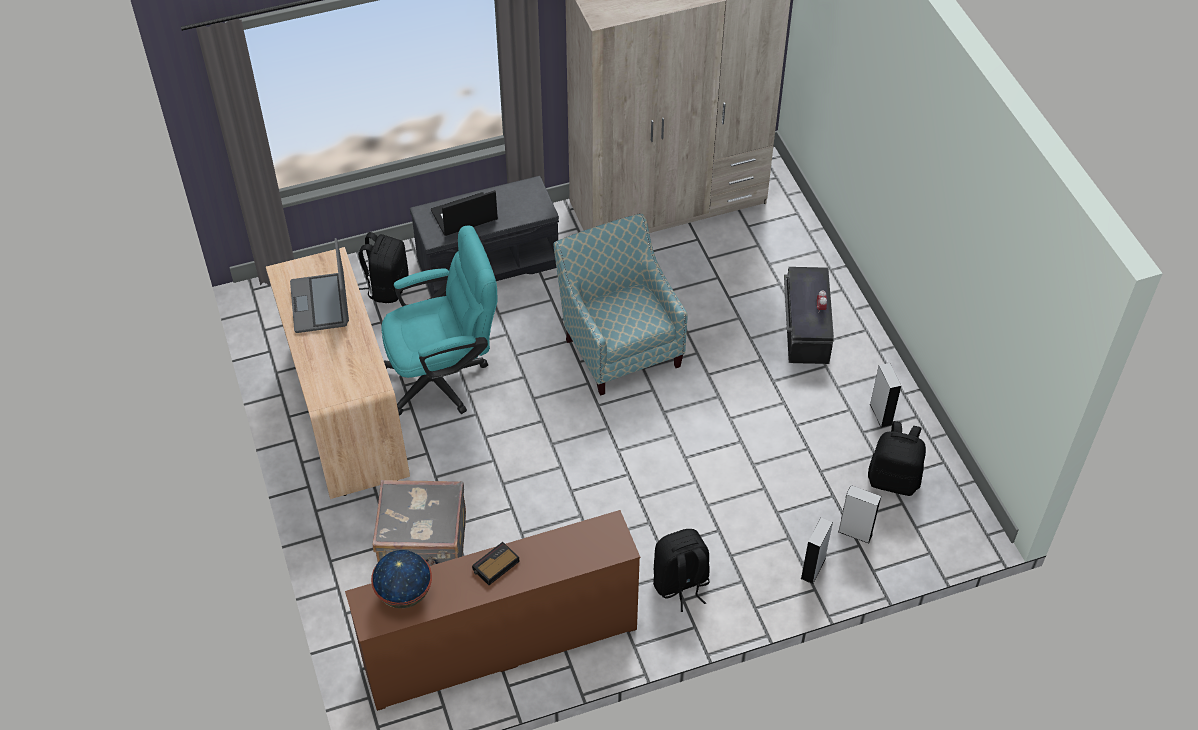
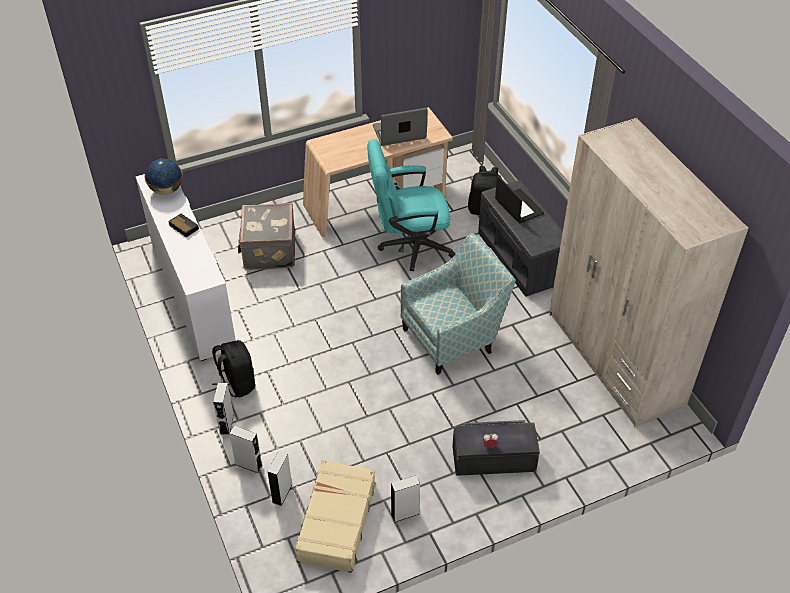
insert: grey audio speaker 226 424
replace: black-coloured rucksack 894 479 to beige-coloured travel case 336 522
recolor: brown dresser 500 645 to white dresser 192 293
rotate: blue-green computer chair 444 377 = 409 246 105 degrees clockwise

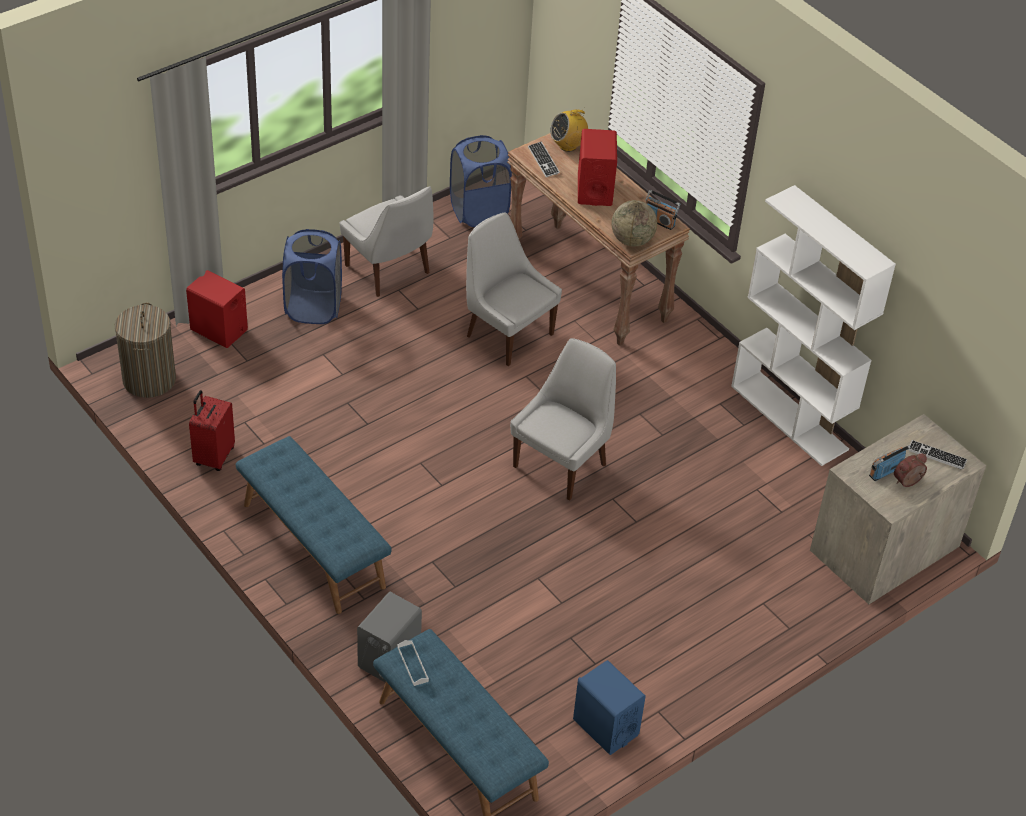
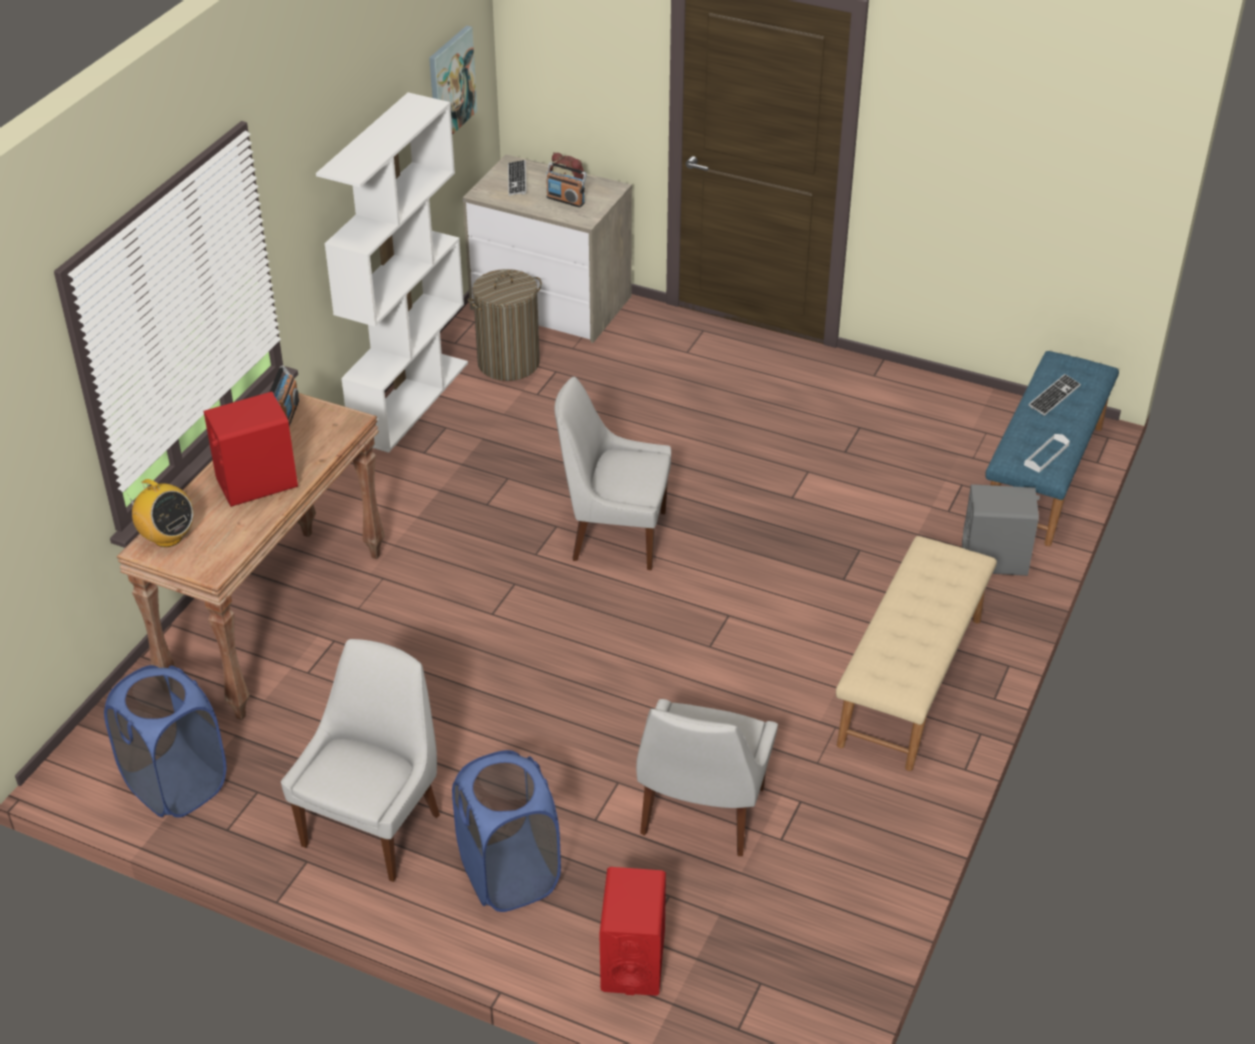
delete: world globe 632 240; red-coloured travel case 213 456; blue-coloured audio speaker 605 727
insert: picture 451 84
move: keyboard 543 160 to 1054 396; white plain chair 507 333 to 701 815; hamper 149 379 to 508 363
recolor: blue-coloured long seat 312 545 to beige-coloured long seat 912 681

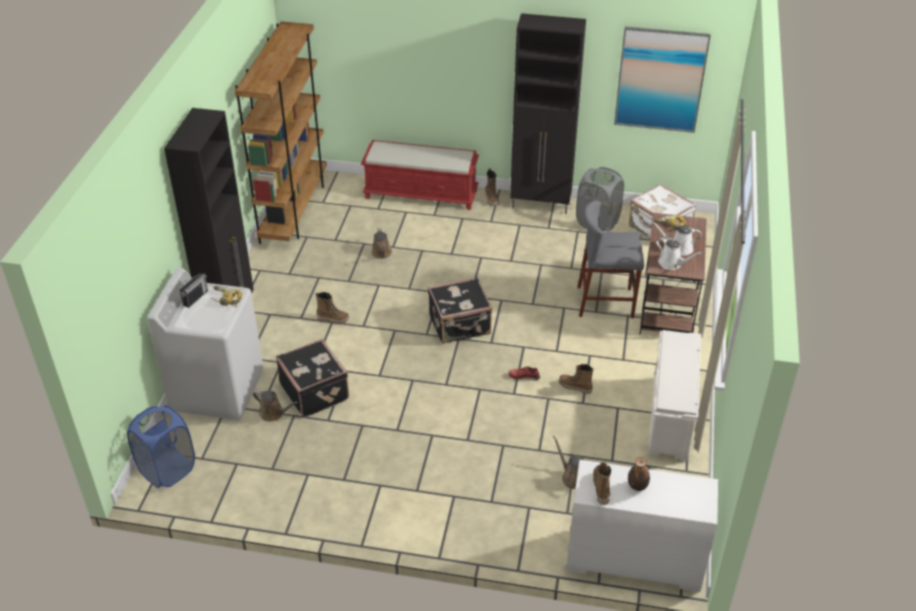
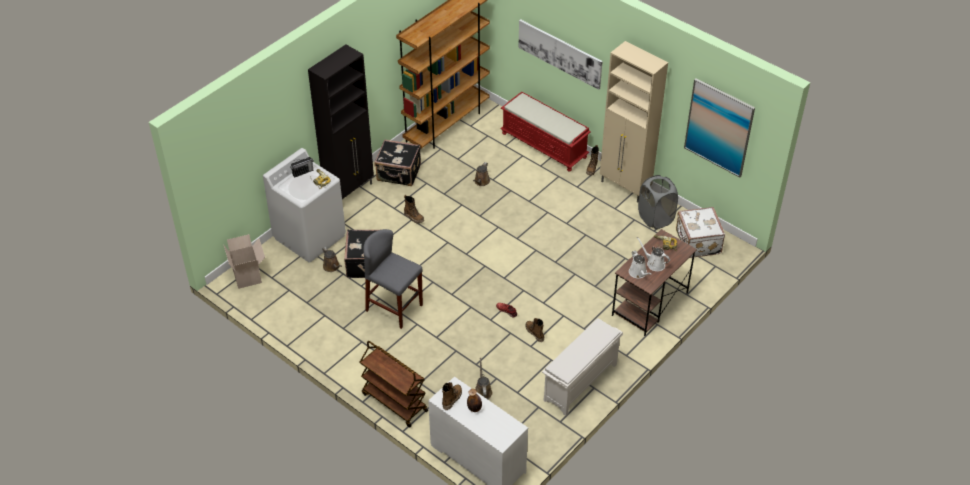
insert: picture 560 53; brown cart 394 402
move: grey stool seat 605 302 to 394 308; black-coloured travel case 460 325 to 399 173
replace: blue-coloured hamper 167 470 to packing box 248 276
recolor: black-coloured cupboard 541 204 to beige-coloured cupboard 625 187

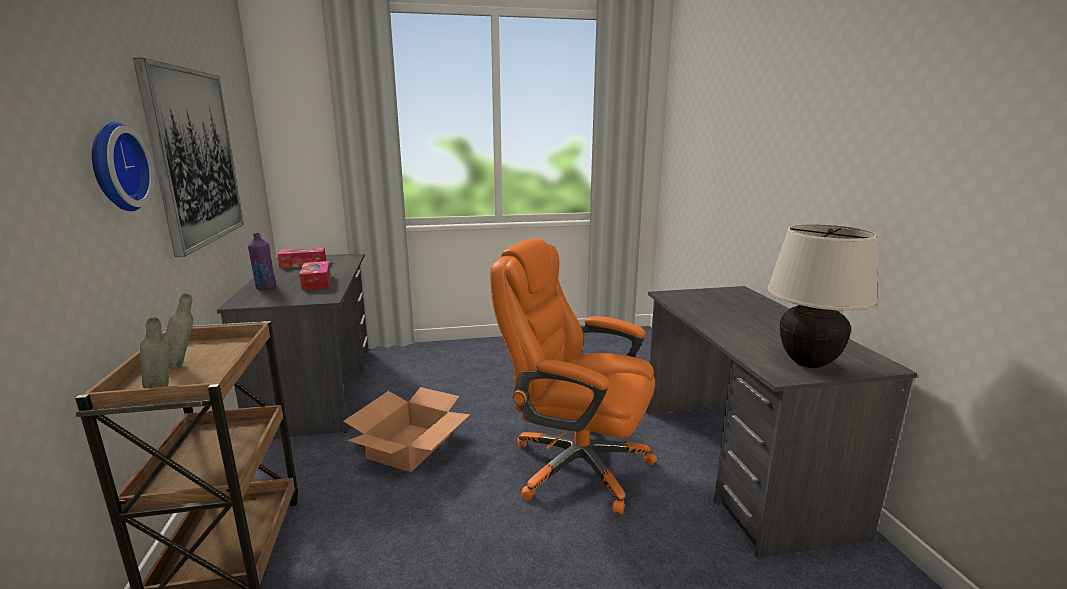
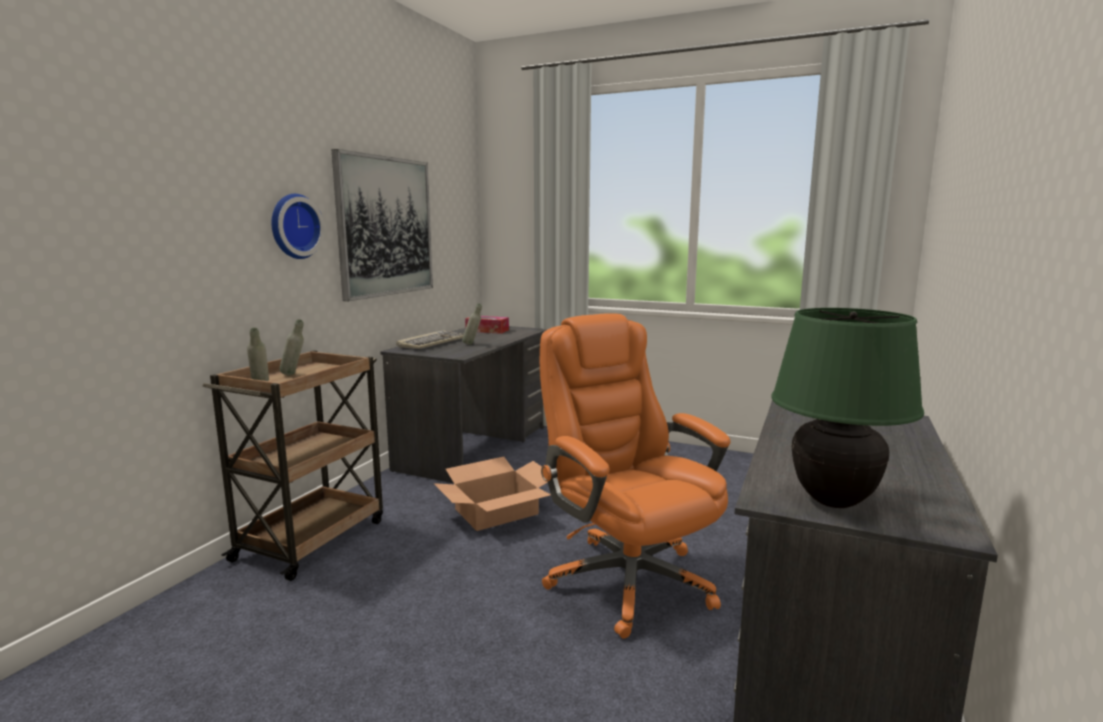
replace: purplish bottle 265 288 to keyboard 433 343; tissue box 316 282 to grey bottle 472 344
recolor: beige-coloured lamp for a table 807 363 to greenish lamp for a table 832 501

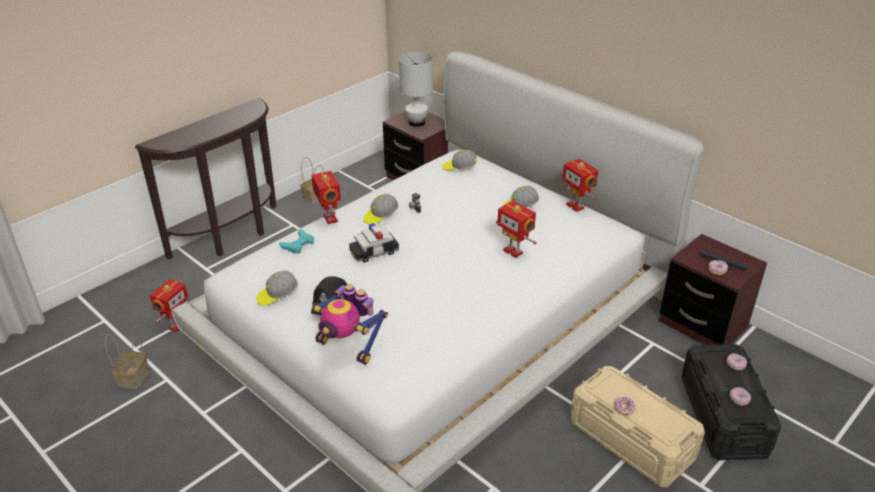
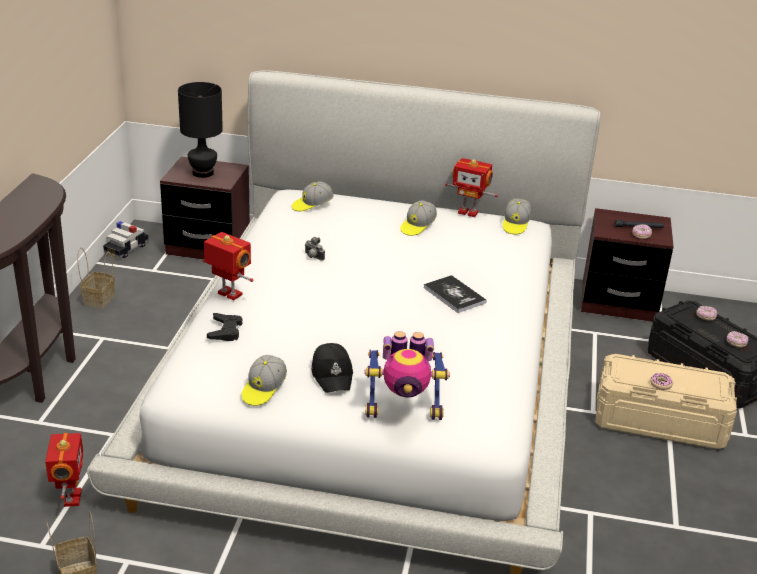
delete: toy robot 514 251
insert: bound book 454 295
move: cap 380 216 to 515 224; toy car 374 252 to 126 249
recolor: white lamp for a table 416 123 to black-coloured lamp for a table 202 173; blue-green gamepad 298 244 to black-coloured gamepad 225 331

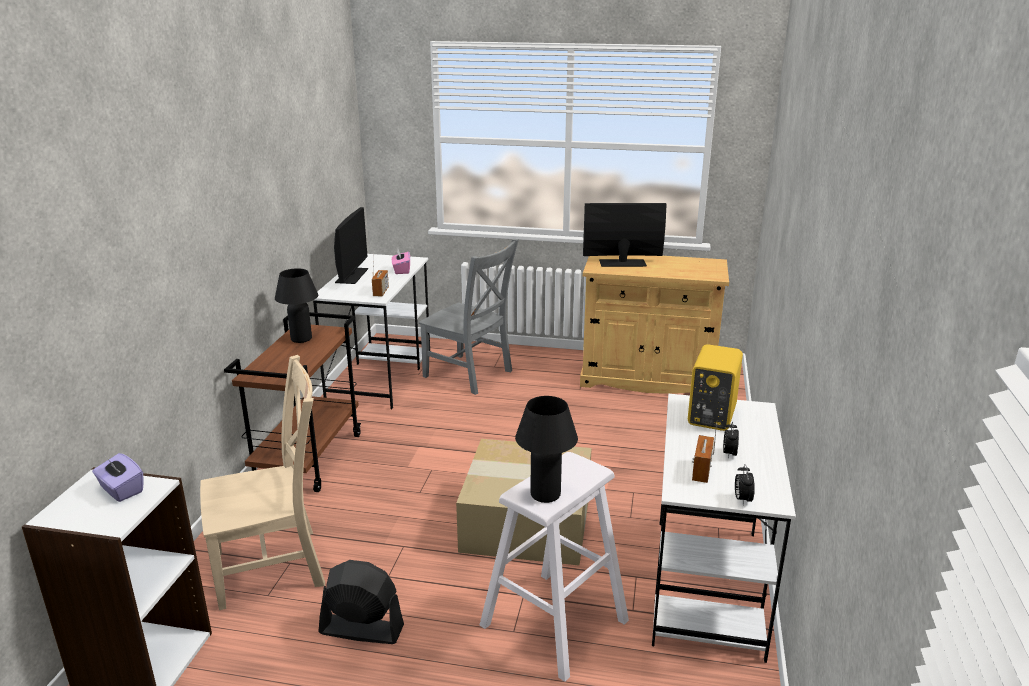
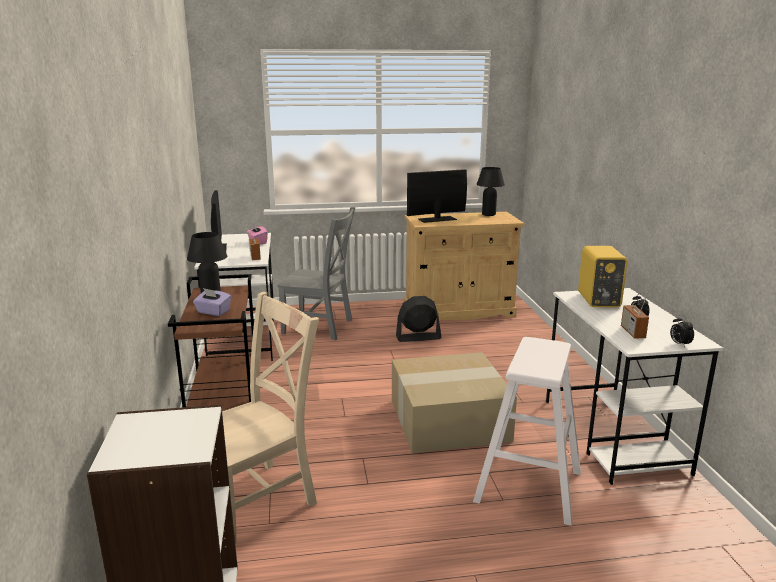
move: black-coloured lamp for a table 545 495 to 488 214; purplish tissue box 121 490 to 213 312; black-coloured electric fan 361 629 to 418 337

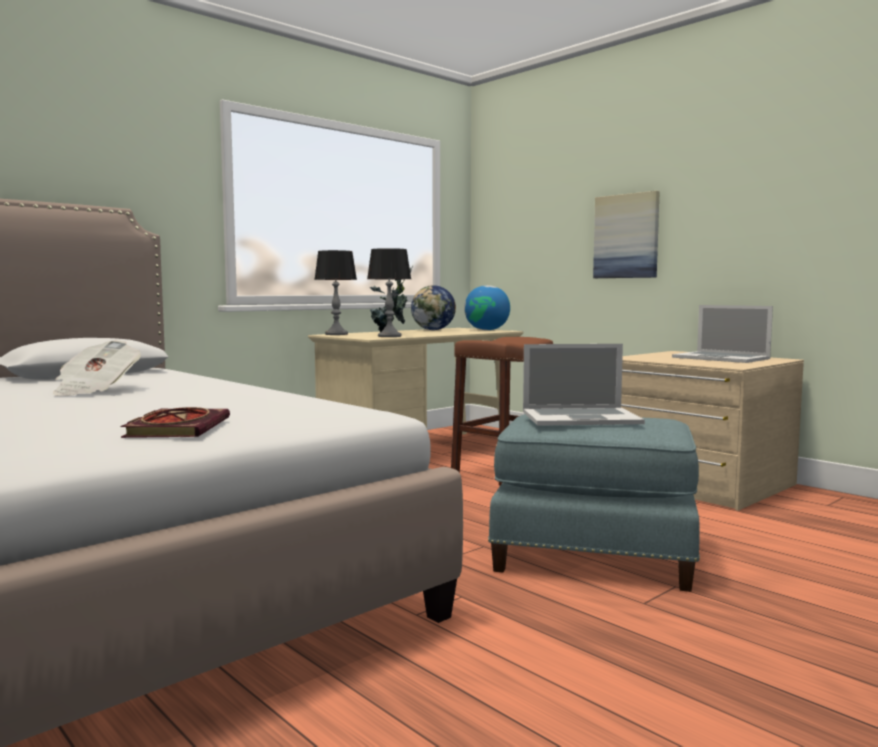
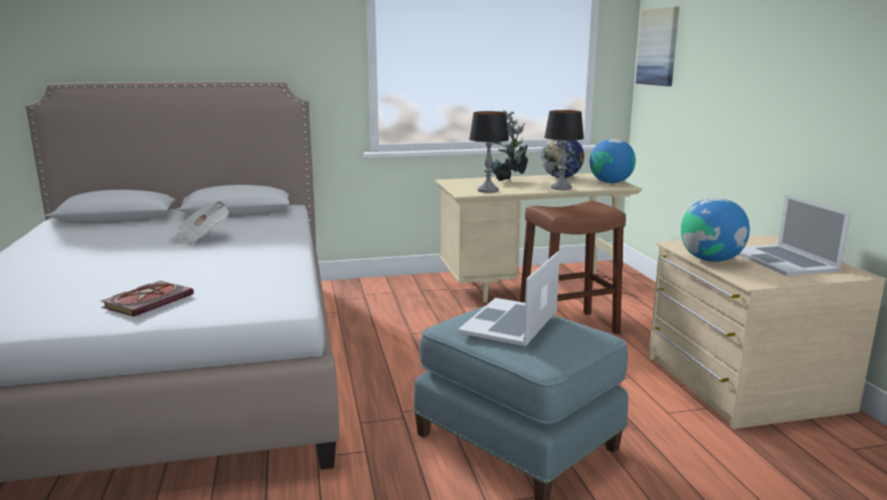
insert: world globe 710 260
move: picture 626 236 to 658 47; lamp for a table 336 334 to 561 188
rotate: portable computer 580 417 = 510 322 90 degrees clockwise

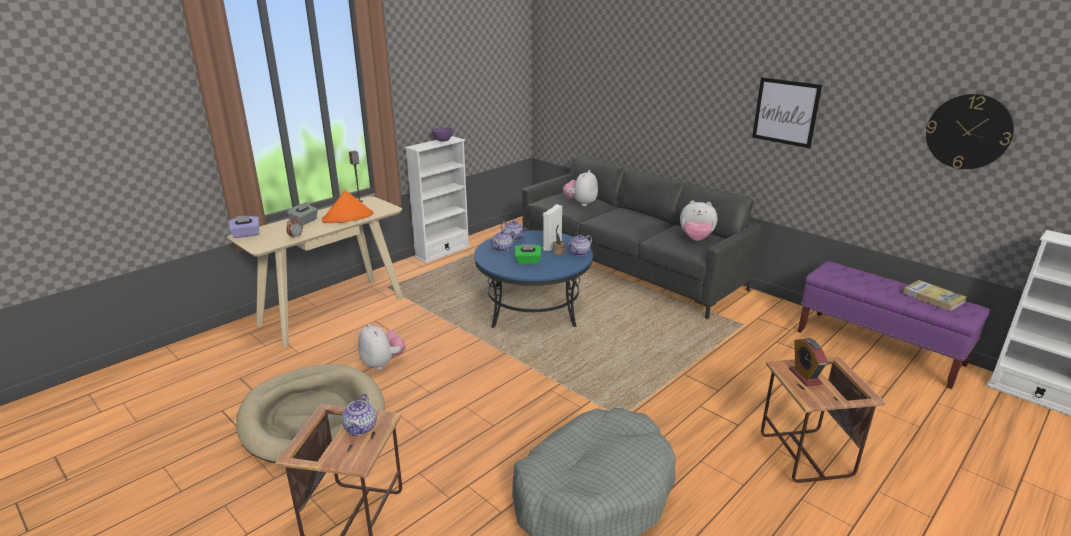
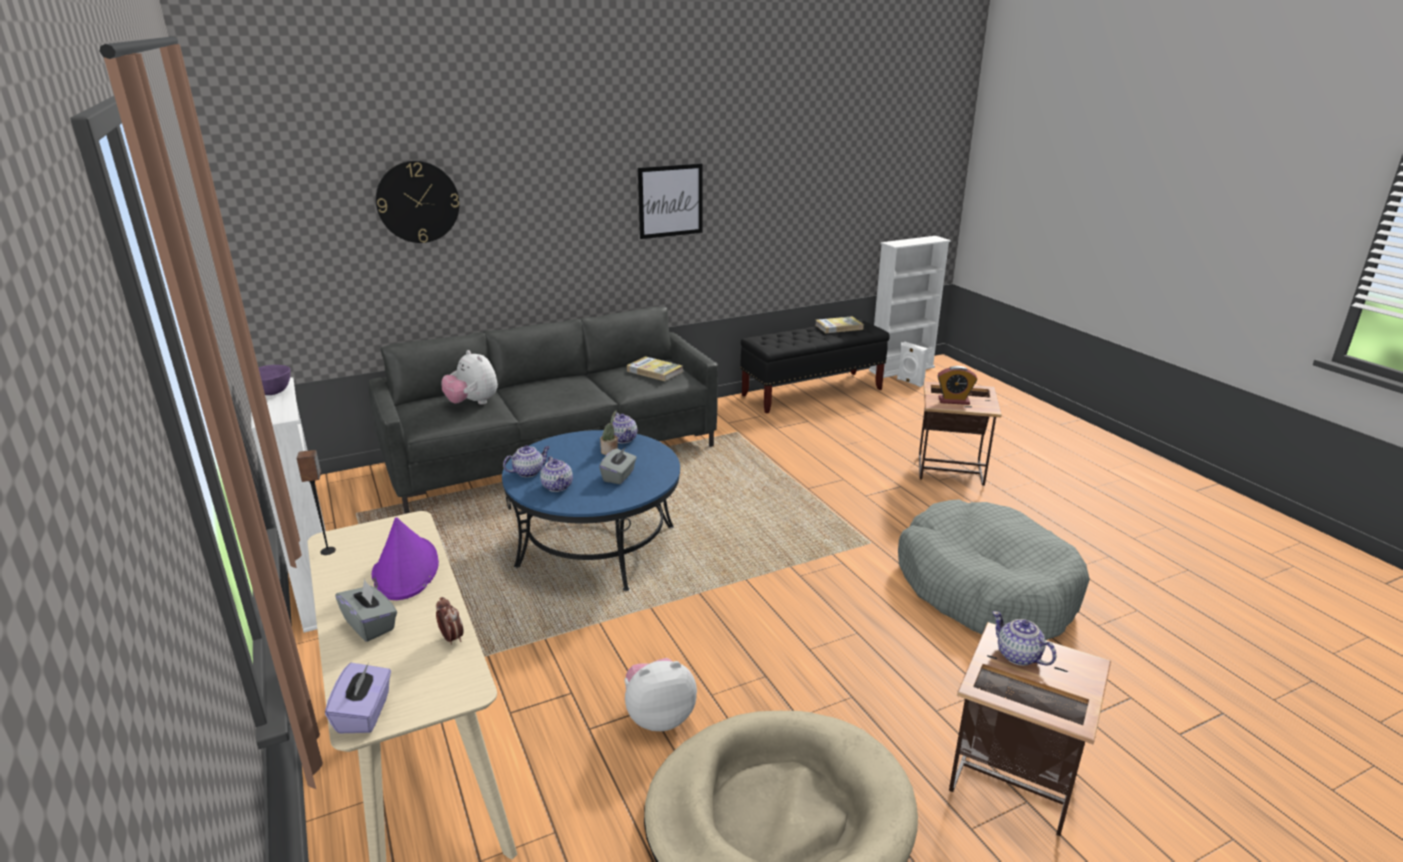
move: hanging clock 968 131 to 418 202; white audio speaker 551 245 to 909 382
replace: soft toy 696 239 to bound book 654 371
recolor: orange clothing hat 348 217 to purplish clothing hat 405 569; greenish tissue box 528 262 to grey tissue box 619 476; purplish long seat 878 348 to black-coloured long seat 812 393
rotate: pot for tea 361 427 = 1018 656 150 degrees counterclockwise

